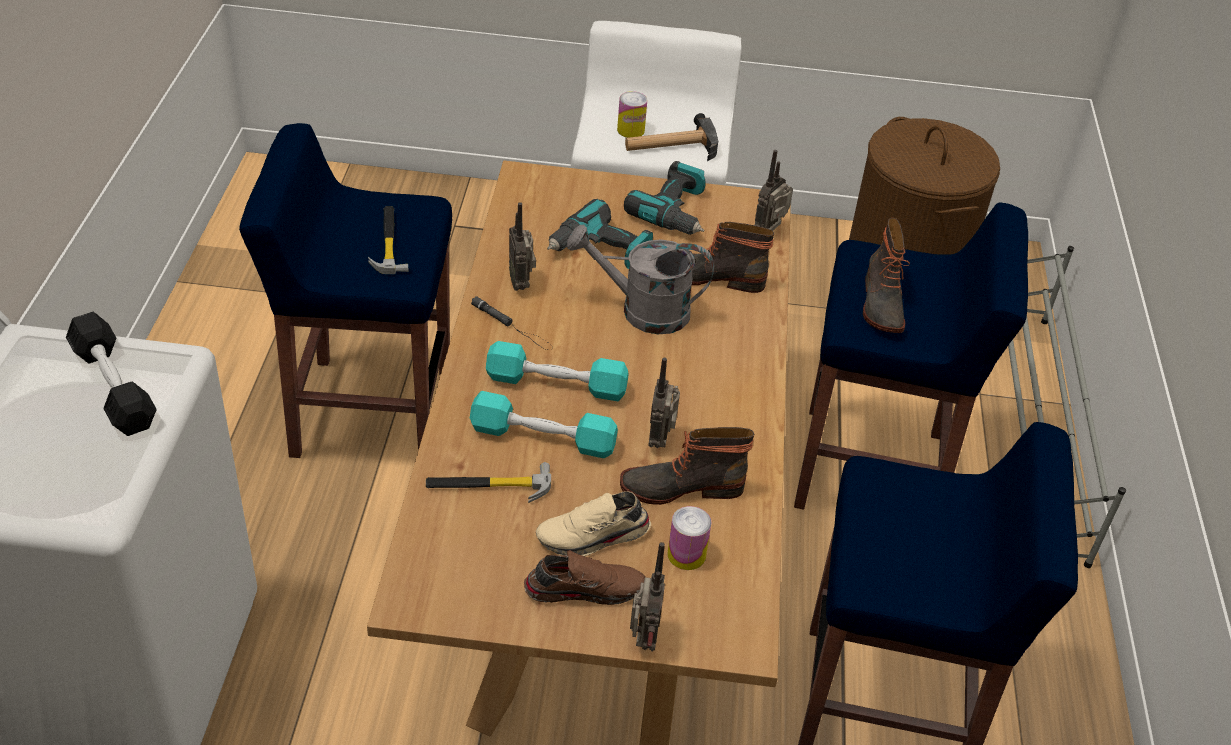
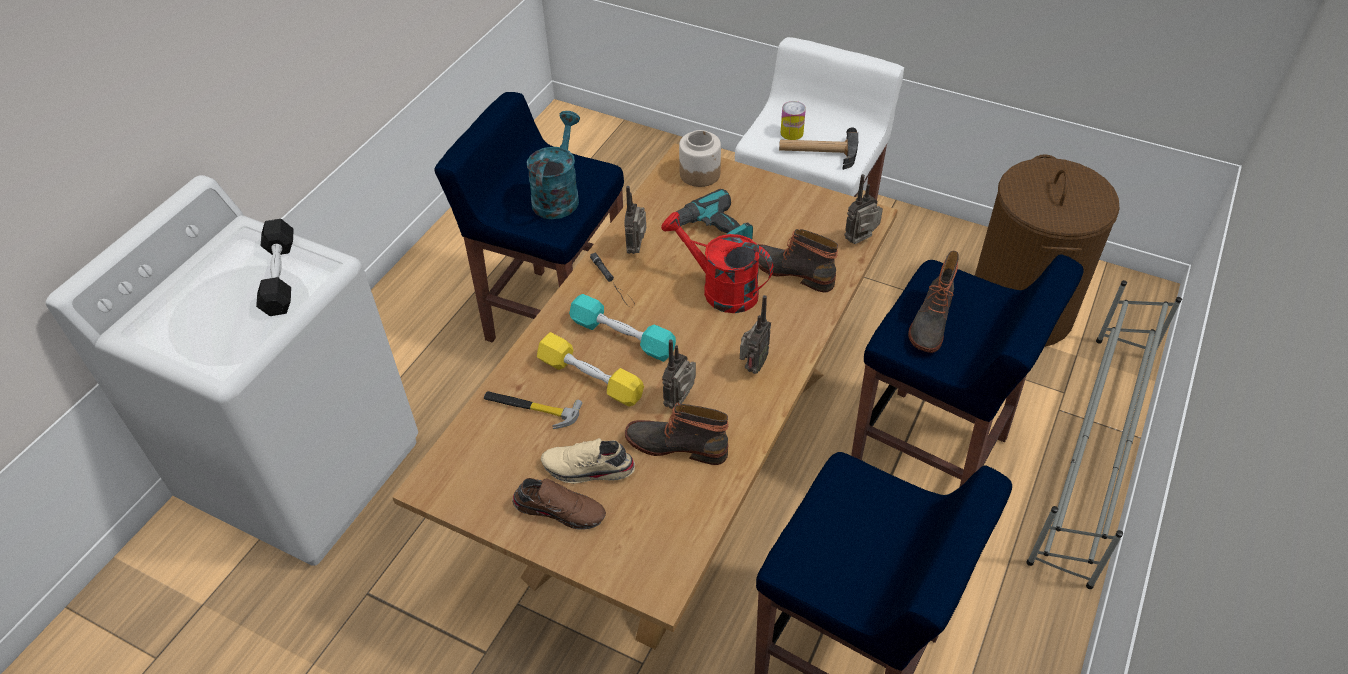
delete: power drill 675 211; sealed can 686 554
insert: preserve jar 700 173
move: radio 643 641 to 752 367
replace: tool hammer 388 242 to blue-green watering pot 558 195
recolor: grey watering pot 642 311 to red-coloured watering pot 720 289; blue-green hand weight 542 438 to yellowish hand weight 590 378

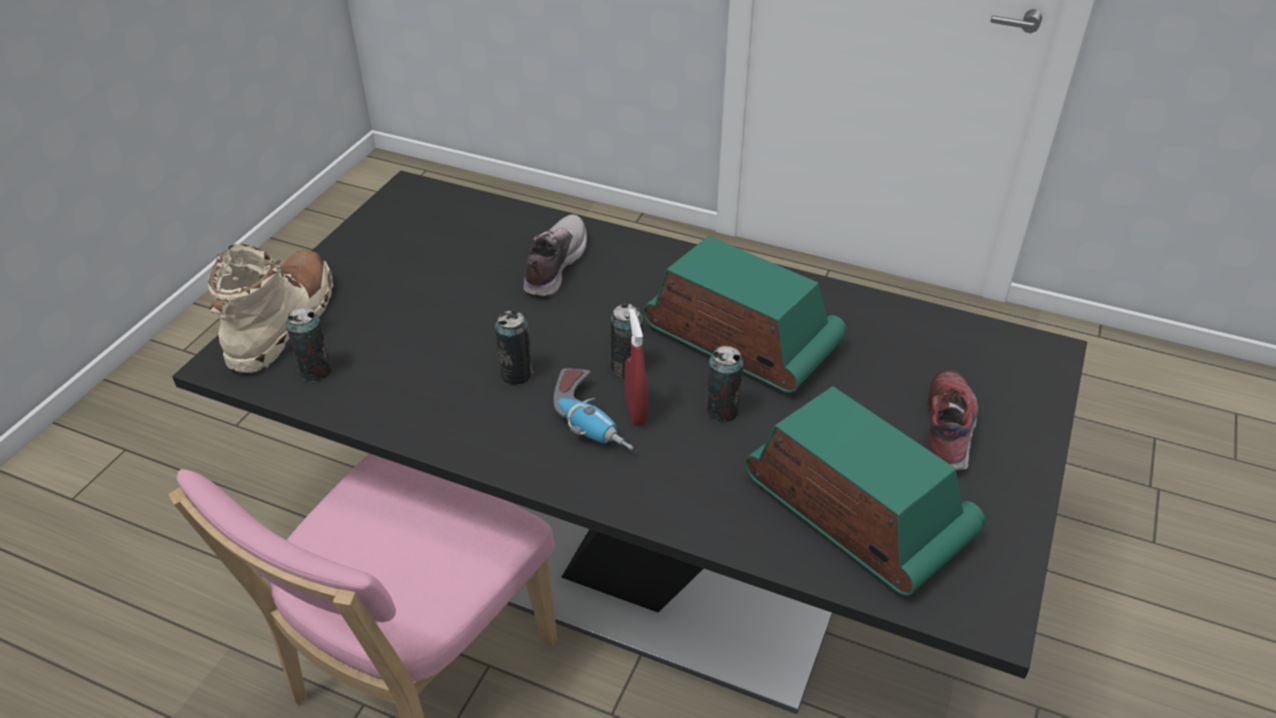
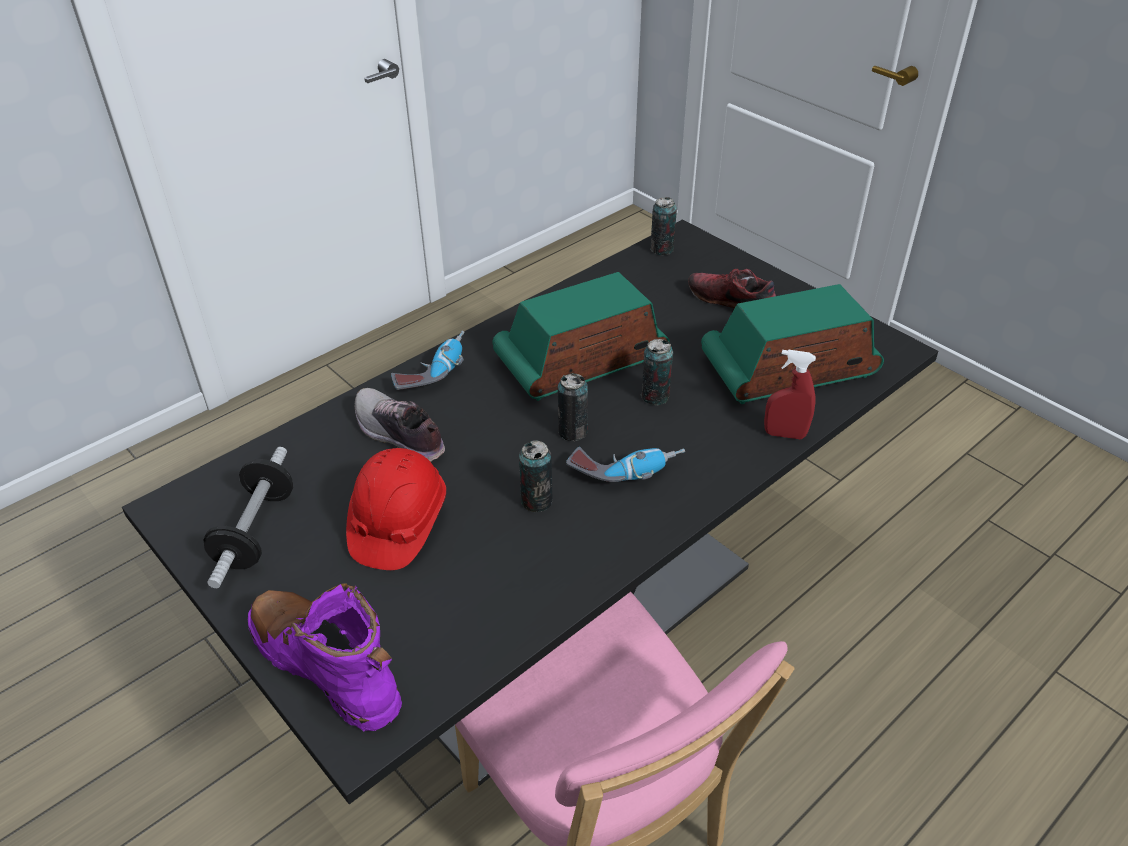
insert: power drill 433 370; hand weight 256 531; red-coloured hard hat 398 524
move: sealed can 316 371 to 661 249; red-coloured spray bottle 636 411 to 784 434
recolor: beige-coloured tall boot 283 322 to purplish tall boot 327 666

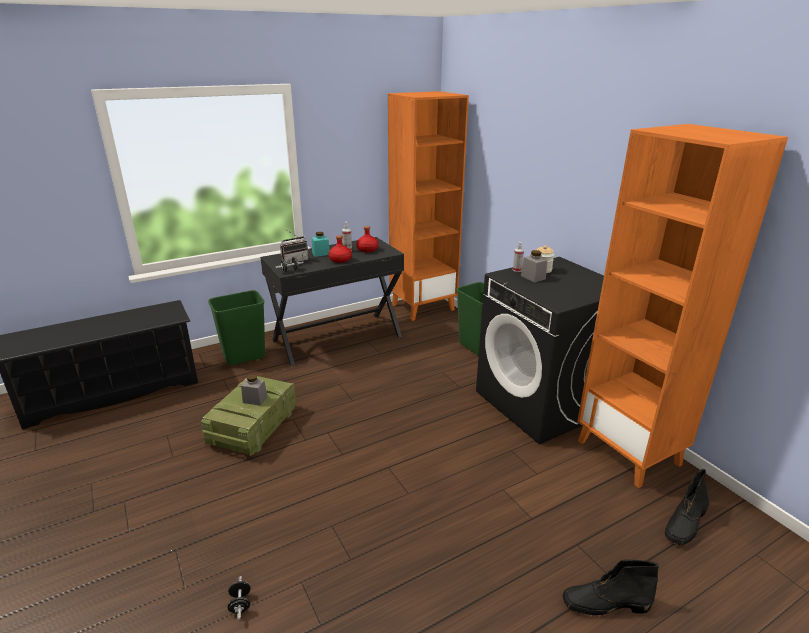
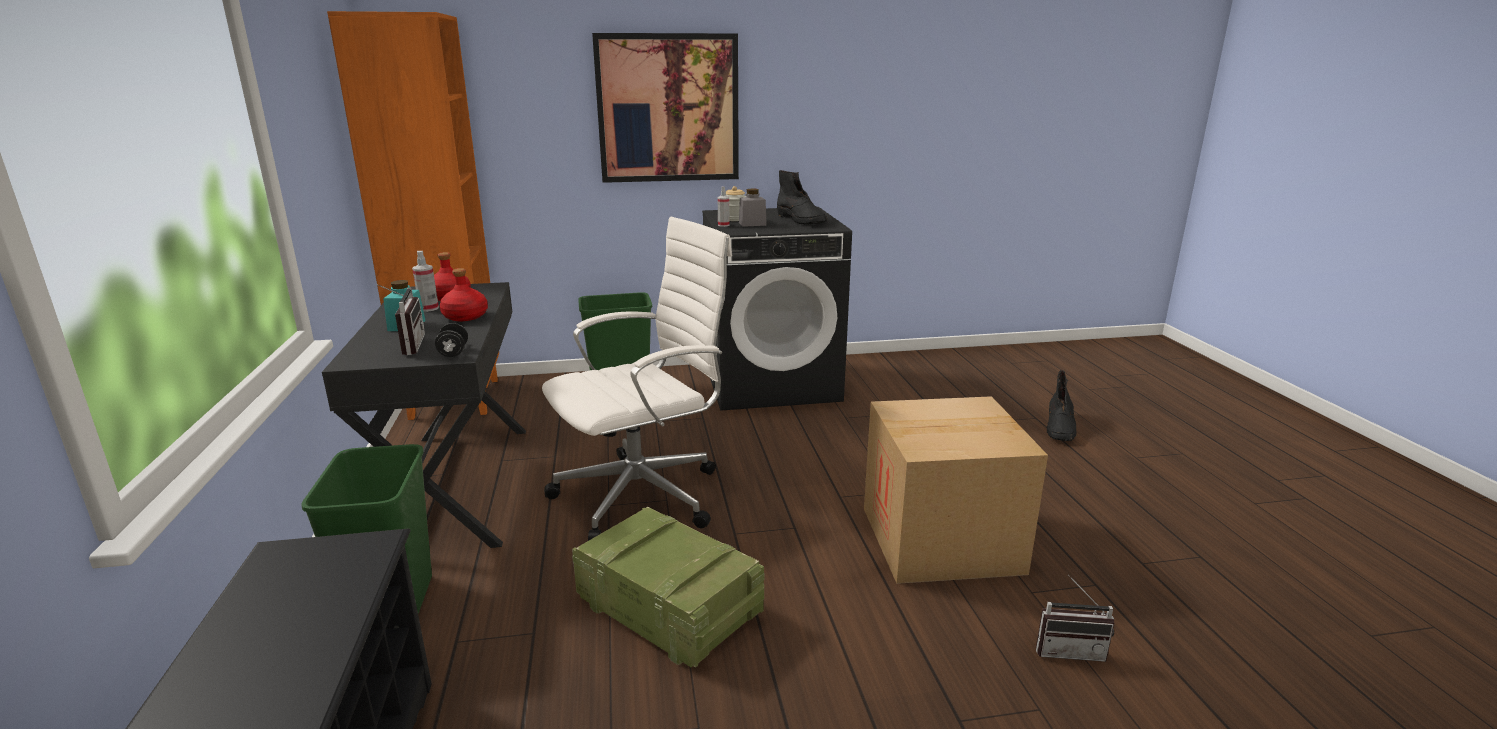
delete: orange bookshelf 629 453; grey preserve jar 255 399
insert: picture 668 109; white computer chair 644 495; packing box 940 539
move: black-coloured tall boot 685 523 to 801 220
replace: black-coloured hand weight 240 604 to radio 1069 649

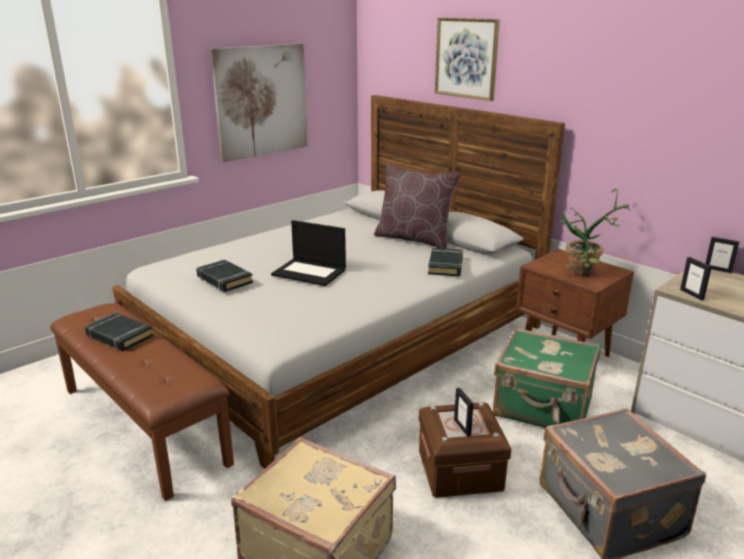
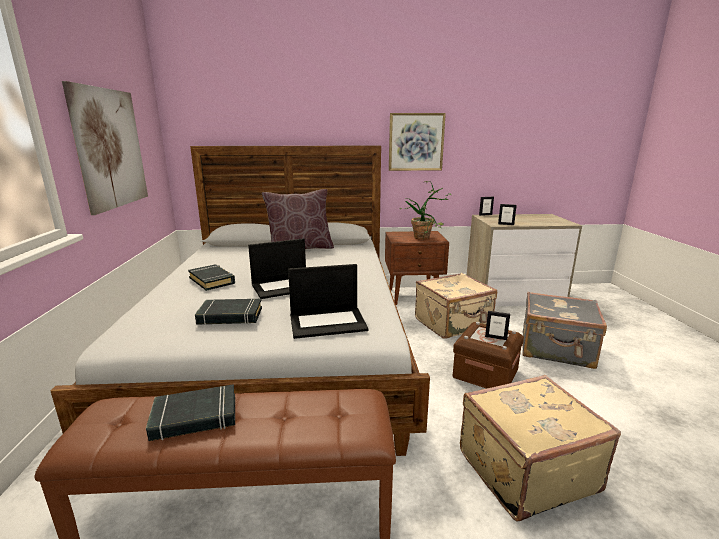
insert: portable computer 328 322
move: picture 466 58 to 416 142; black-coloured bound book 445 266 to 212 280
recolor: greenish travel case 543 408 to beige-coloured travel case 453 324

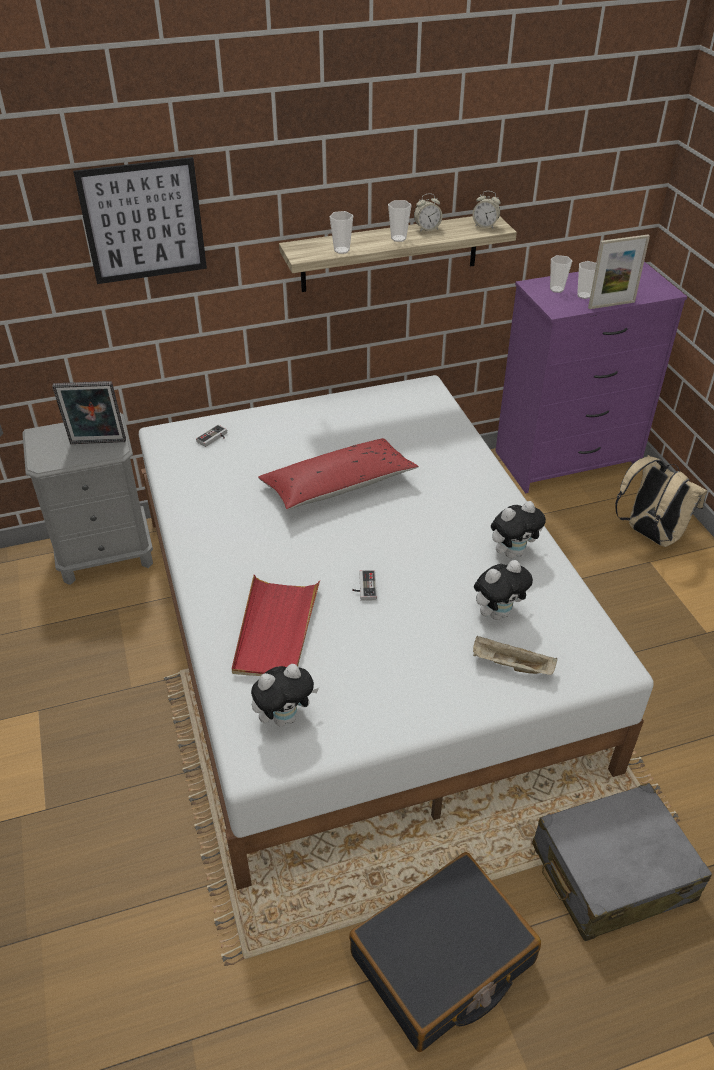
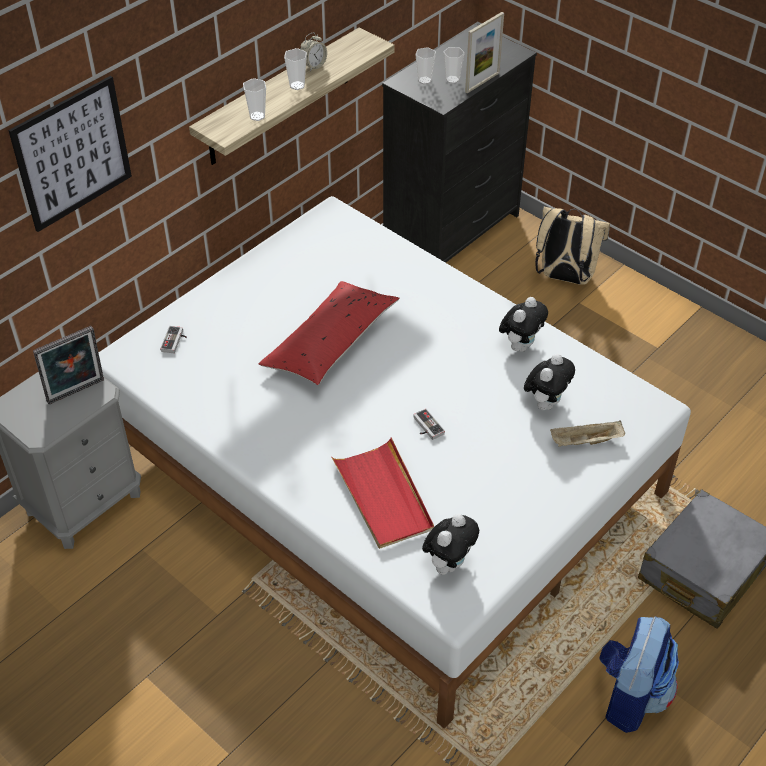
delete: bedside clock 485 226
replace: black-coloured travel case 442 960 to rucksack 630 695
recolor: purplish dresser 567 460 to black-coloured dresser 452 231

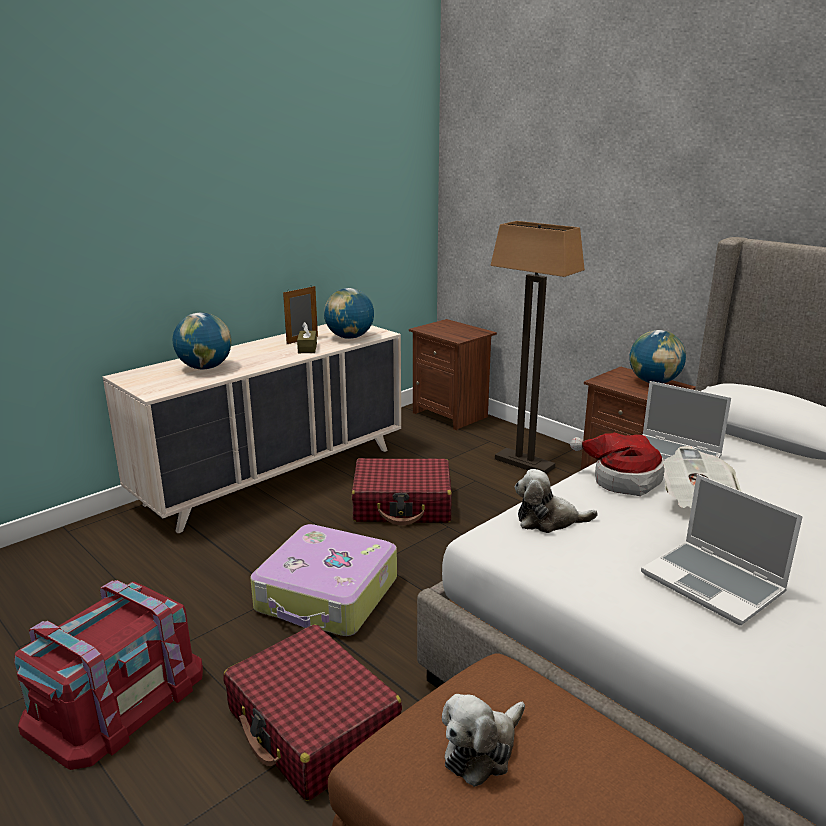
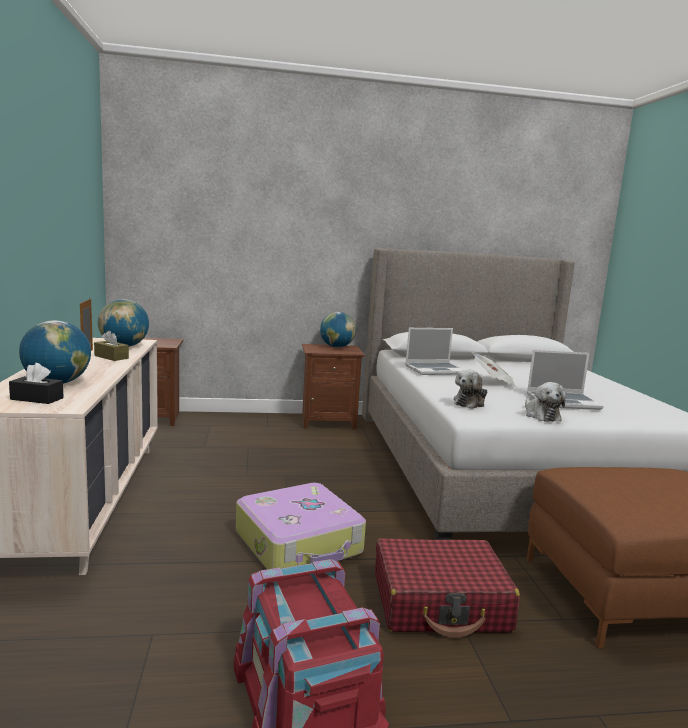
delete: floor lamp 525 463; clothing hat 622 479; red-coloured travel case 402 505
insert: black-coloured tissue box 37 398
move: soft toy 482 750 to 541 415

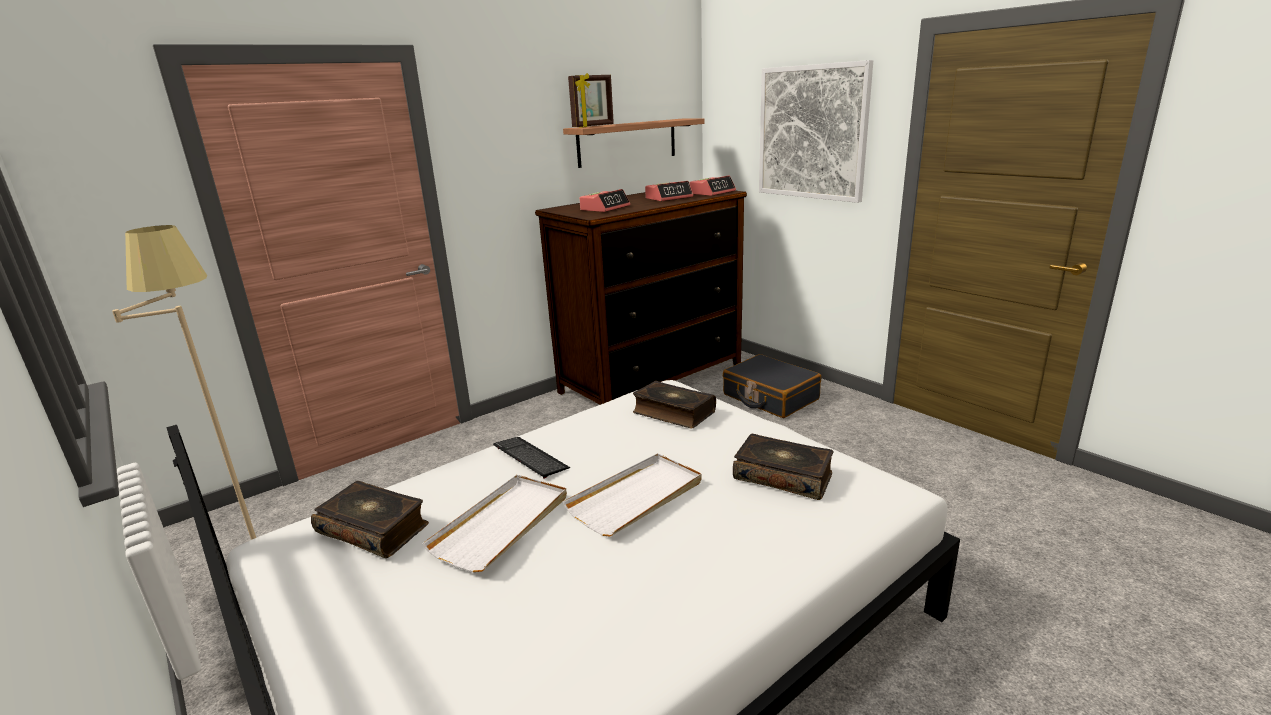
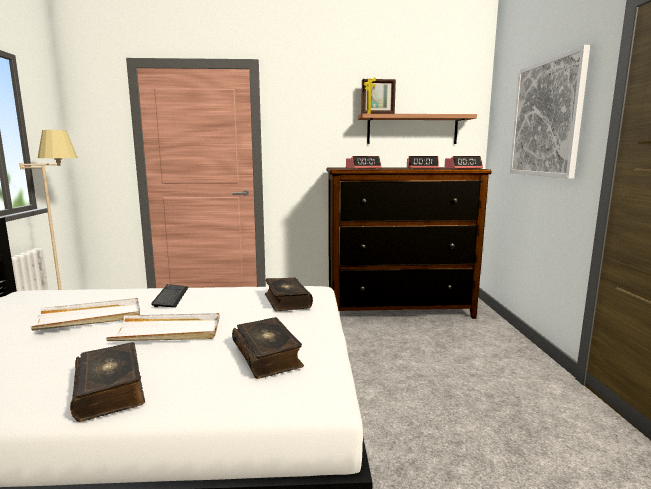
delete: black-coloured travel case 770 397
move: bound book 374 529 to 110 390

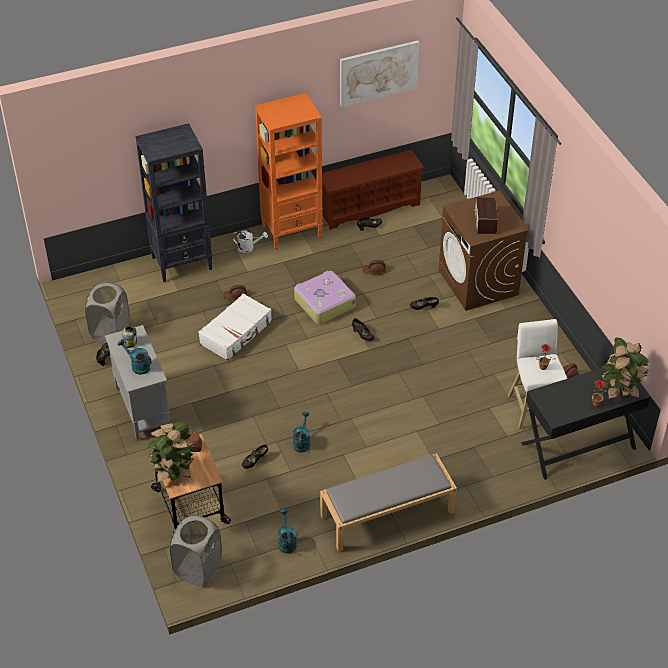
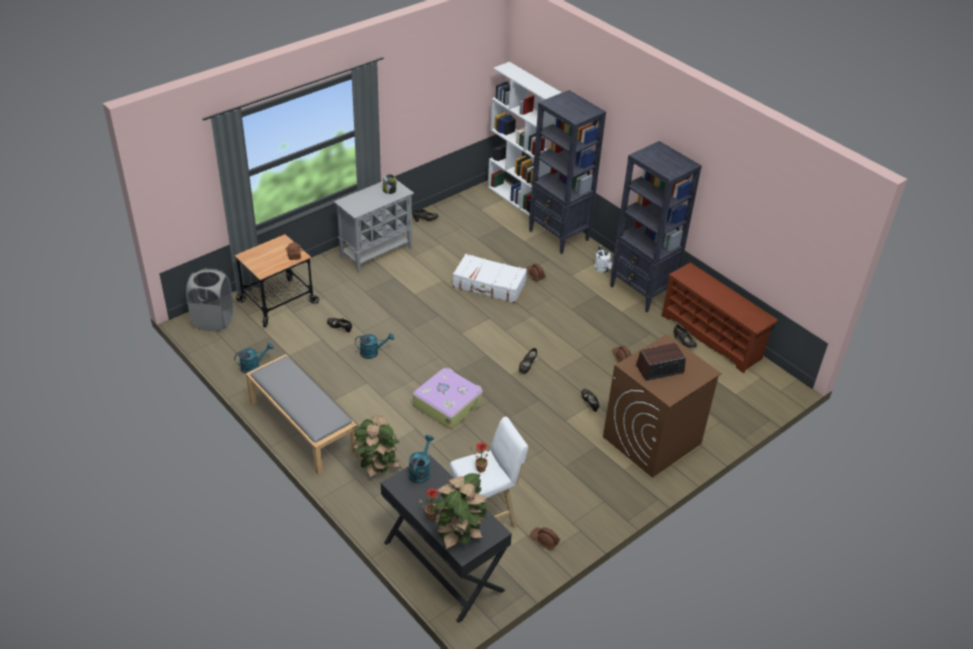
delete: picture 378 72; grey hamper 110 332
insert: white bookshelf 519 200
move: travel case 324 303 to 447 404; blue-green watering pot 137 366 to 420 471; potted plant 174 473 to 377 468
recolor: orange bookshelf 292 232 to black-coloured bookshelf 642 292

